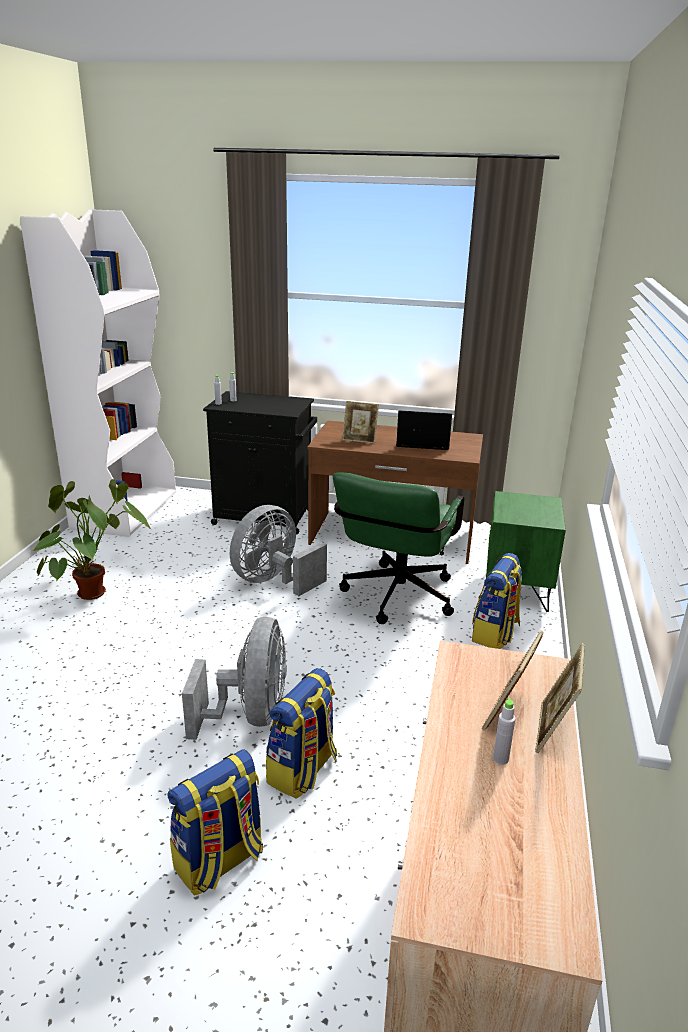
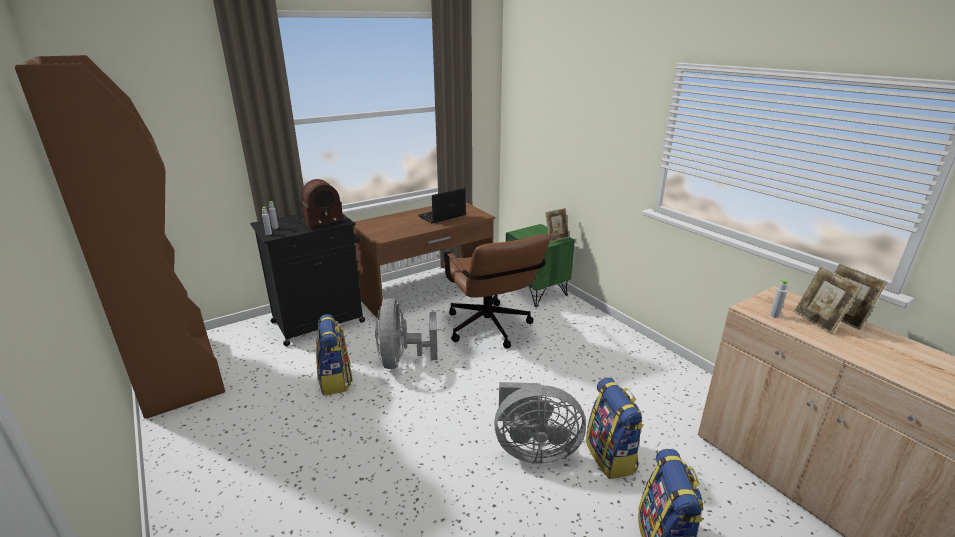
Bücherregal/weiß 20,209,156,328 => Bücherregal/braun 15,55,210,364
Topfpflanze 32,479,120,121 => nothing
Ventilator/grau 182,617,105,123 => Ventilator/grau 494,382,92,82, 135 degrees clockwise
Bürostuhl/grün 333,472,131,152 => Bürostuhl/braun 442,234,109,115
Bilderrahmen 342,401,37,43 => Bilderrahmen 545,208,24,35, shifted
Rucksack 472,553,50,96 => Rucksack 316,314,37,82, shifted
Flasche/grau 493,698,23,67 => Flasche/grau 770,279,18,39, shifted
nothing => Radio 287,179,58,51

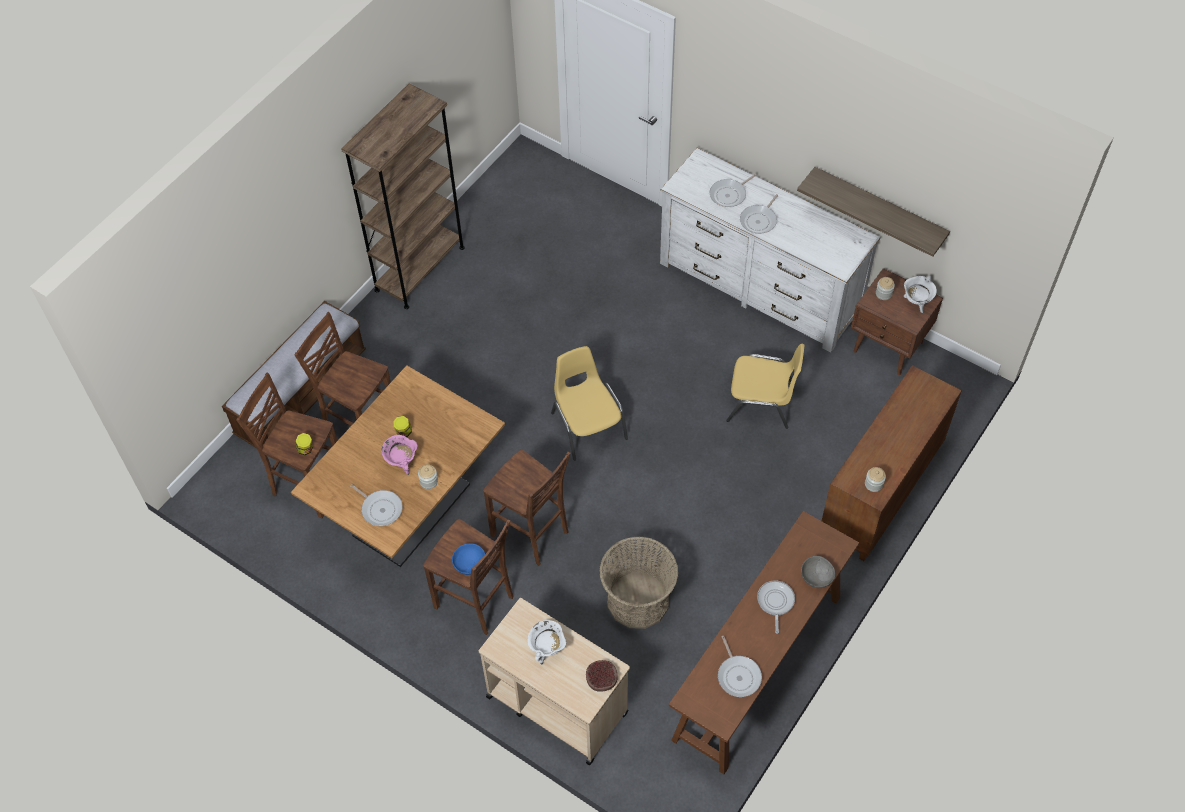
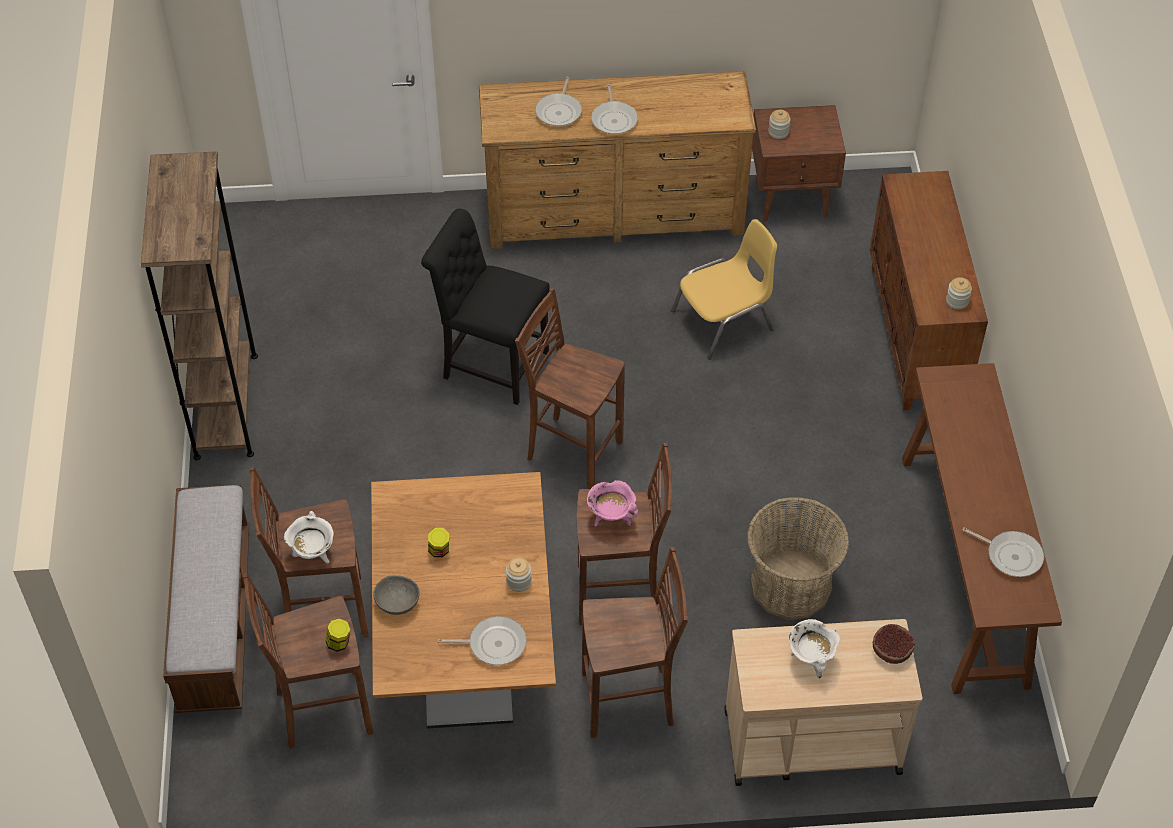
Kochtopf/rosa 381,435,37,40 => Kochtopf/rosa 587,480,51,47, shifted
Schüssel/blau 452,543,33,32 => nothing
Stuhl/gelb 551,346,77,114 => Hocker/braun 515,288,110,201
Kommode/weiß 660,148,221,205 => Kommode/braun 479,71,277,178
Pfanne 757,580,38,54 => nothing
Wandregal 797,167,153,90 => nothing
Schüssel/grau 801,556,34,32 => Schüssel/grau 373,575,47,40, shifted
Kochtopf/weiß 904,276,33,37 => Kochtopf/weiß 284,511,50,53, shifted
nothing => Stuhl/schwarz 421,209,128,196

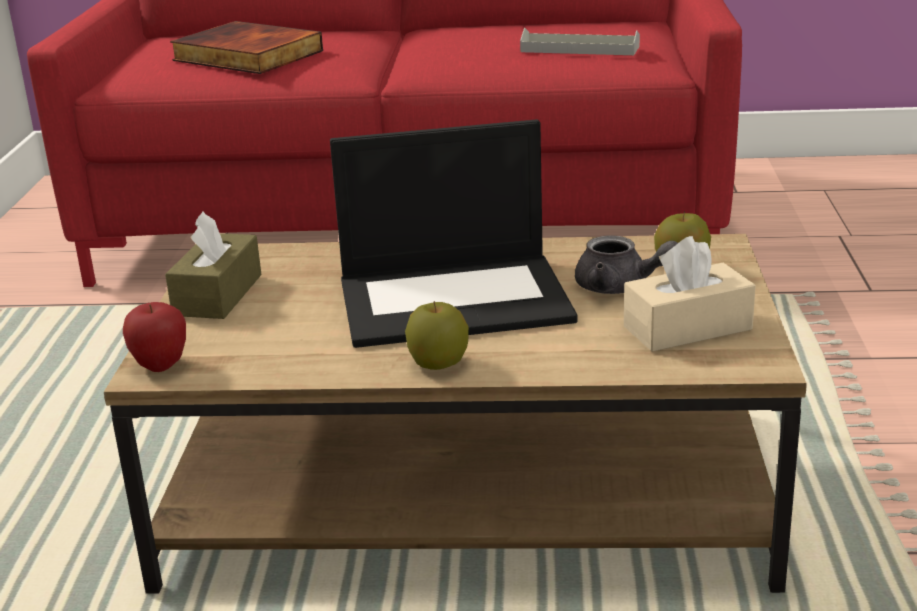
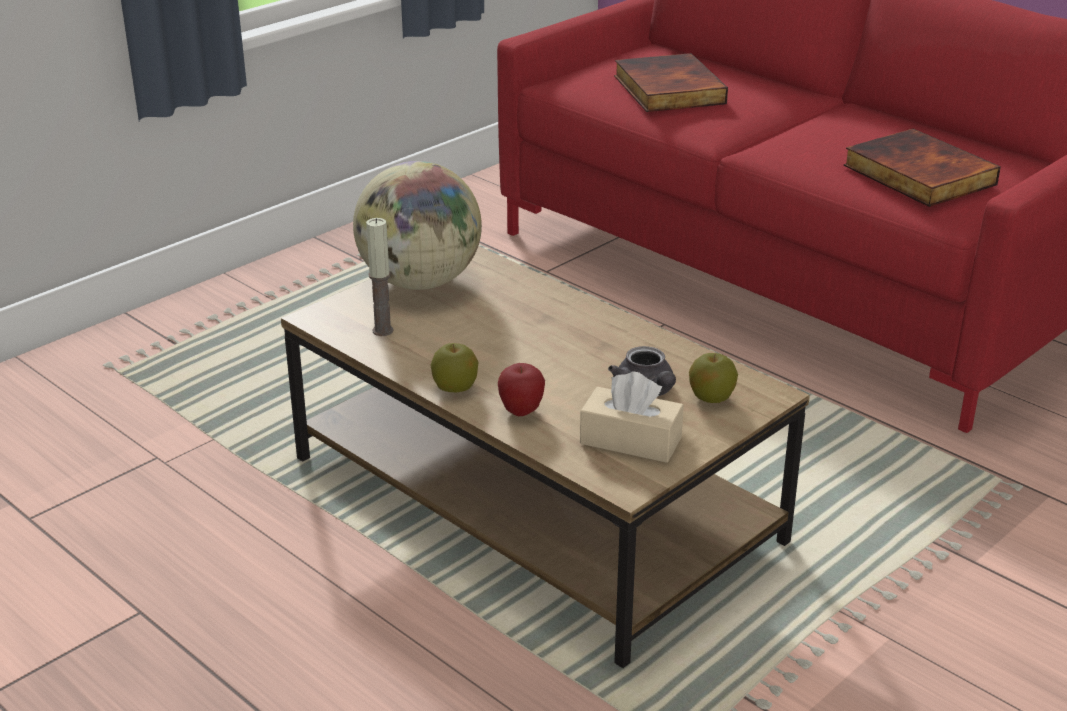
Apfel 123,302,63,70 => Apfel 498,363,47,53, shifted
Taschentuchbox/braun 165,212,97,107 => Globus 353,161,129,129
Laptop 330,119,248,229 => nothing
Tablett/grau 520,28,120,27 => Buch 844,129,157,78
nothing => Kerze 366,218,27,118

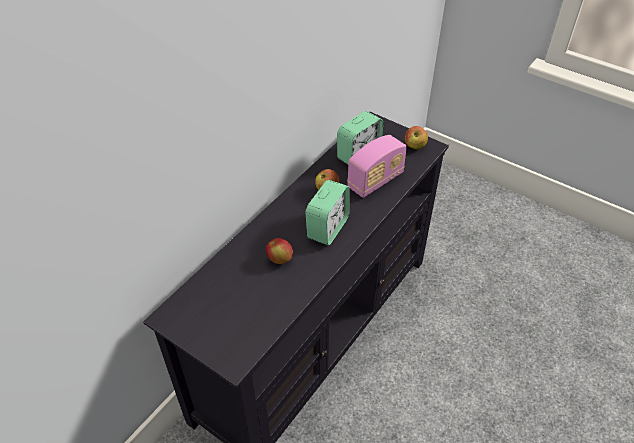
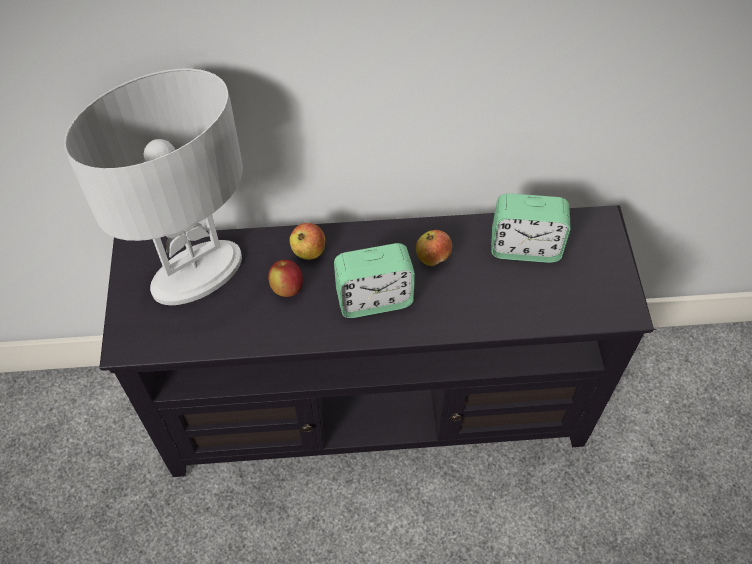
Radio 347,135,60,63 => nothing
Apfel 405,126,23,23 => Apfel 289,223,36,37, shifted
nothing => Tischlampe/weiß 64,69,179,236

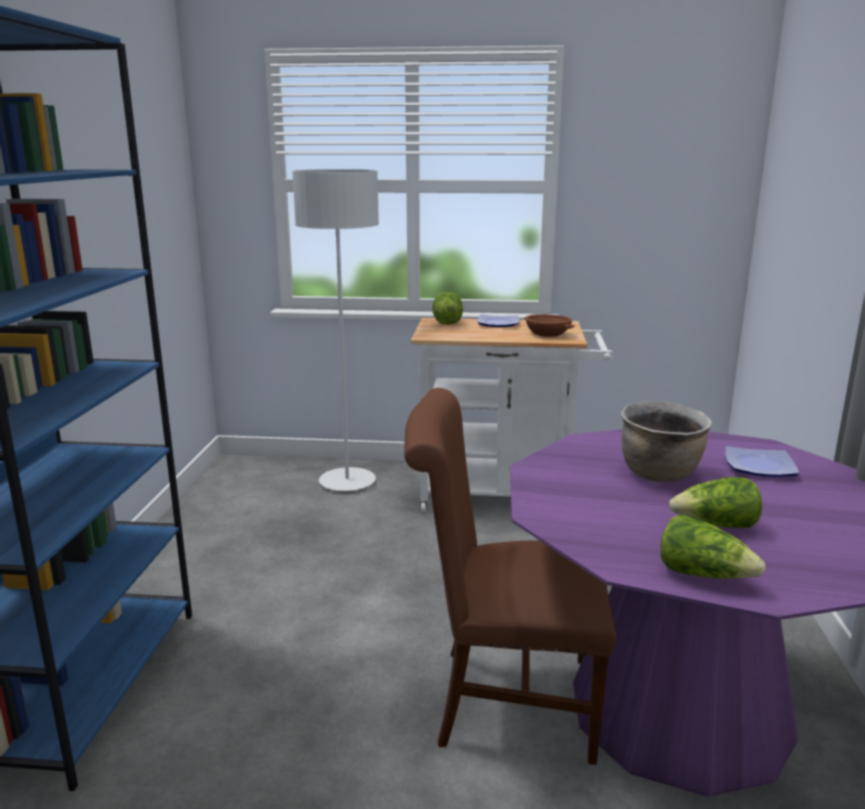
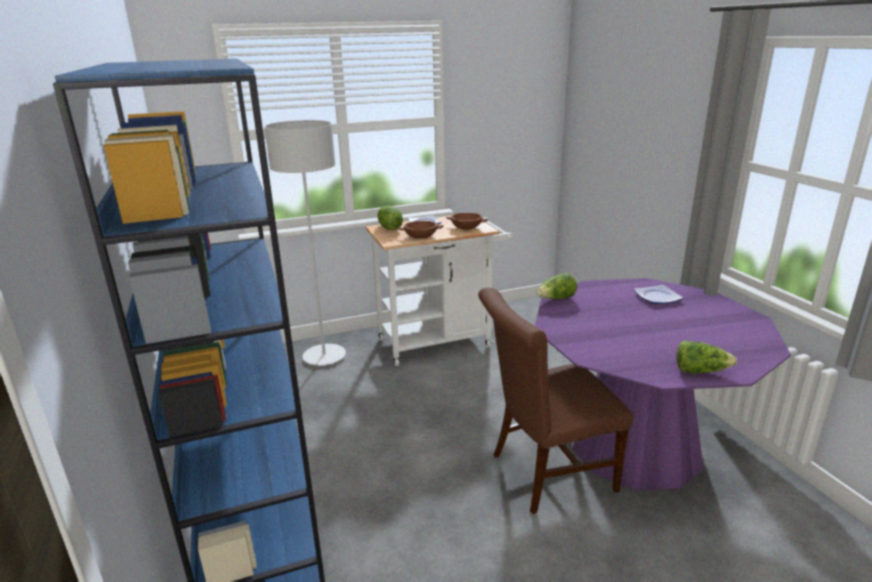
Kochtopf/braun 621,401,91,82 => nothing
Salatkopf 669,477,93,51 => Salatkopf 536,273,41,26, shifted
nothing => Schüssel/braun 398,221,46,18

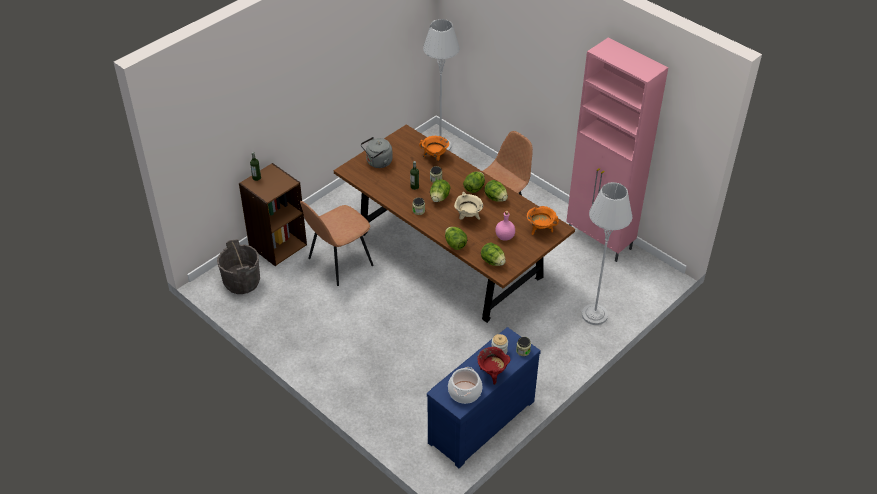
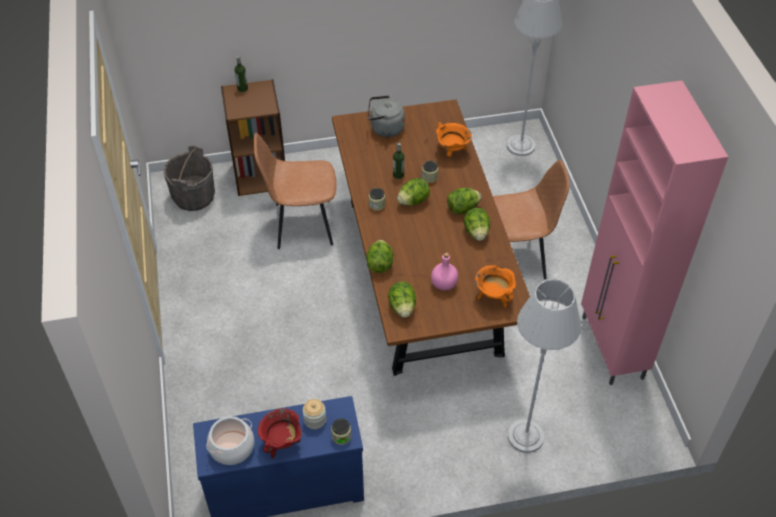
Kochtopf/beige 454,192,29,28 => nothing

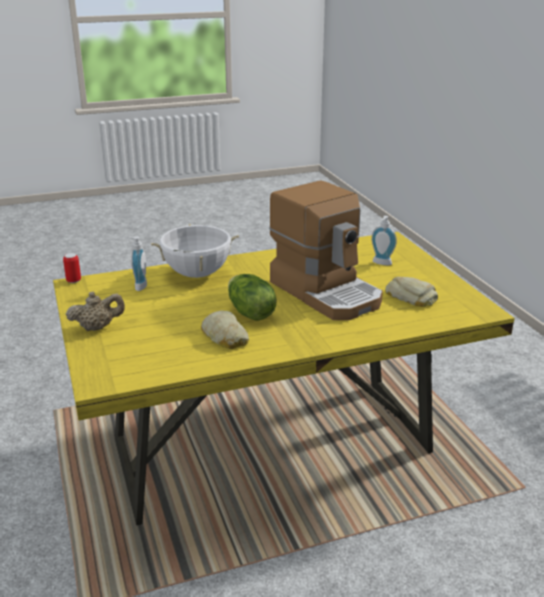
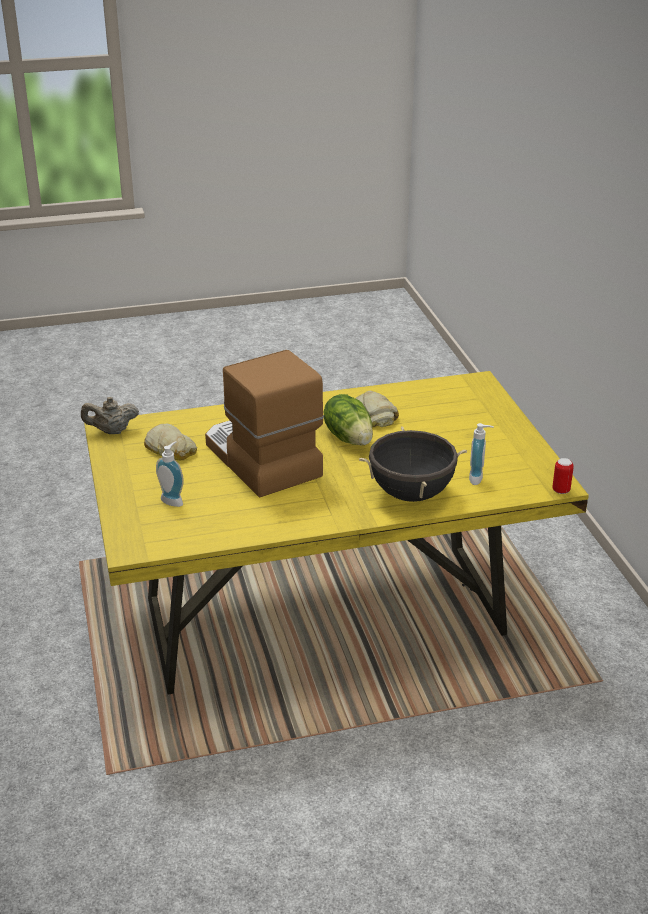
Teekanne/beige 66,291,59,40 => Teekanne/beige 81,397,58,37, shifted
Kochtopf/weiß 151,224,88,54 => Kochtopf/schwarz 359,427,108,75

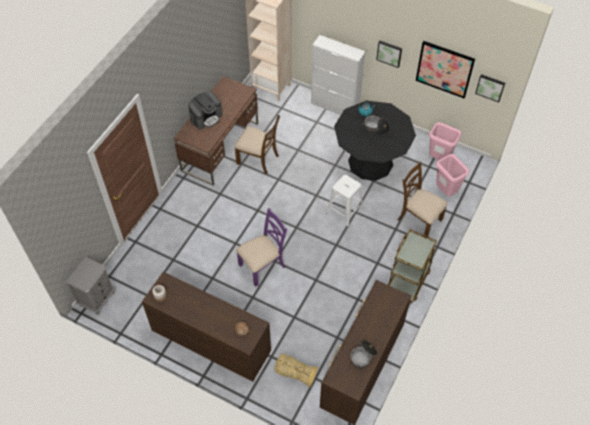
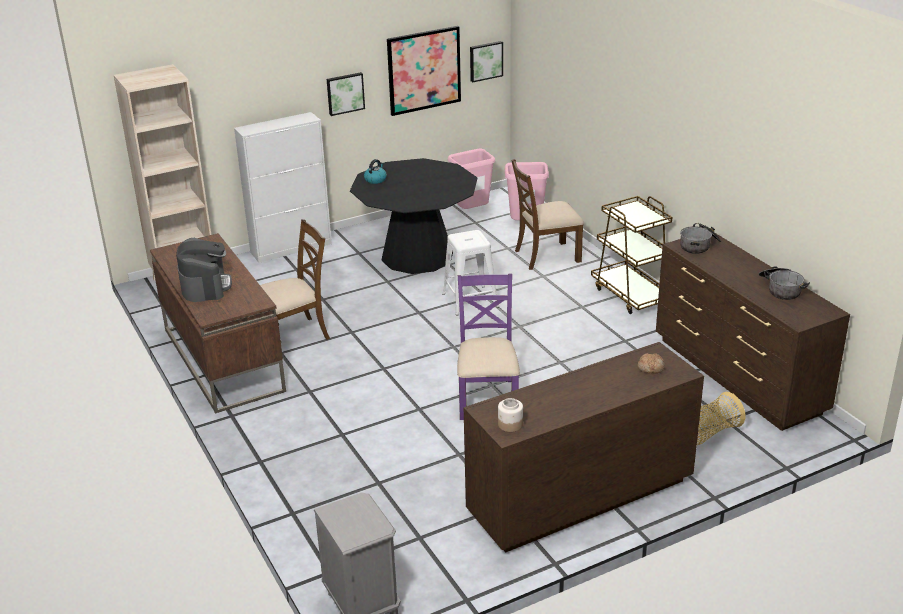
Kochtopf 362,115,28,19 => Kochtopf 680,223,41,31, shifted

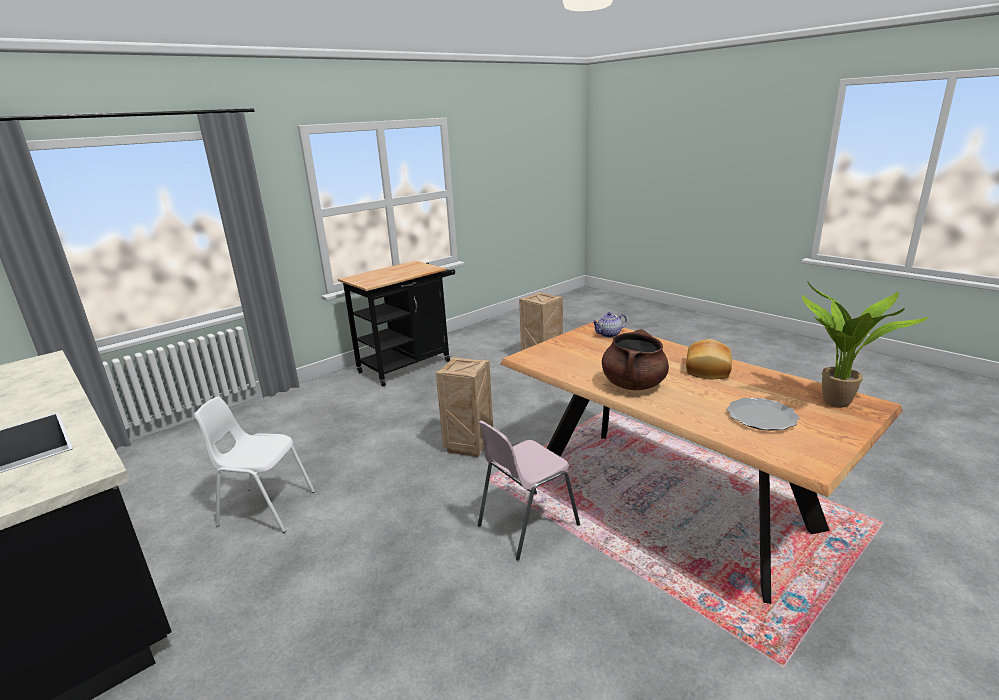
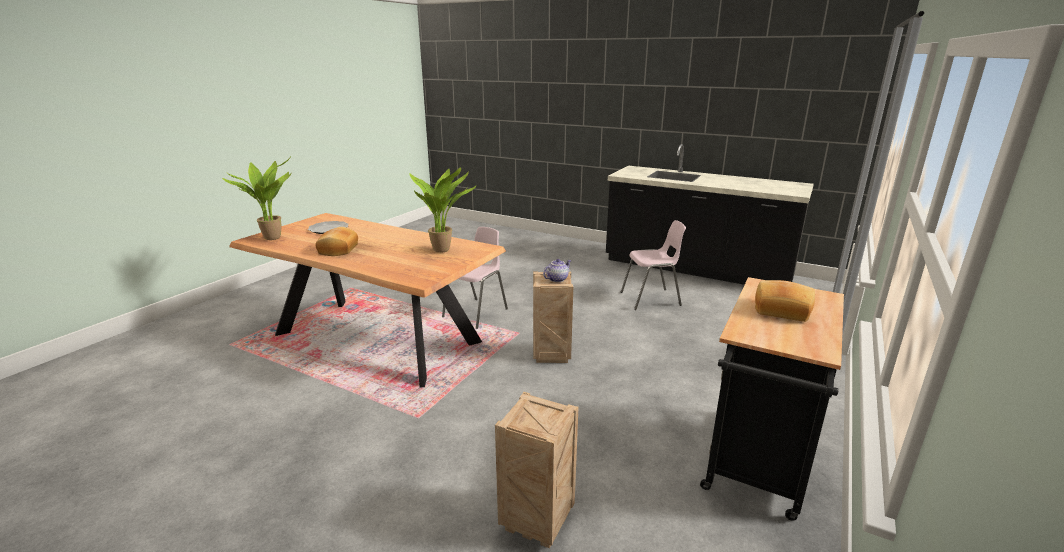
Stuhl/weiß 194,397,121,136 => Stuhl/rosa 621,220,65,90
Teekanne 592,312,35,26 => Teekanne 543,259,28,23, shifted
Kochtopf/braun 602,329,67,61 => nothing
nothing => Topfpflanze 409,167,67,86
nothing => Brot 755,280,60,42

